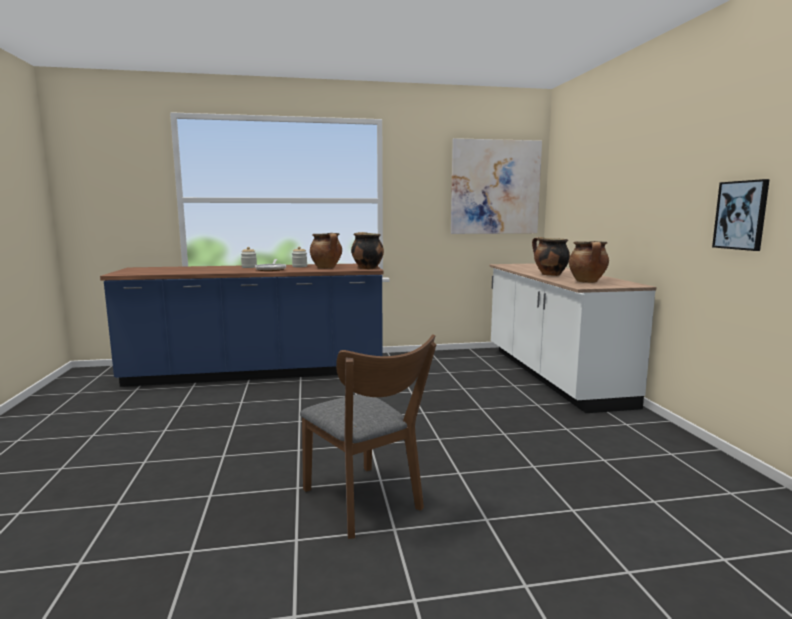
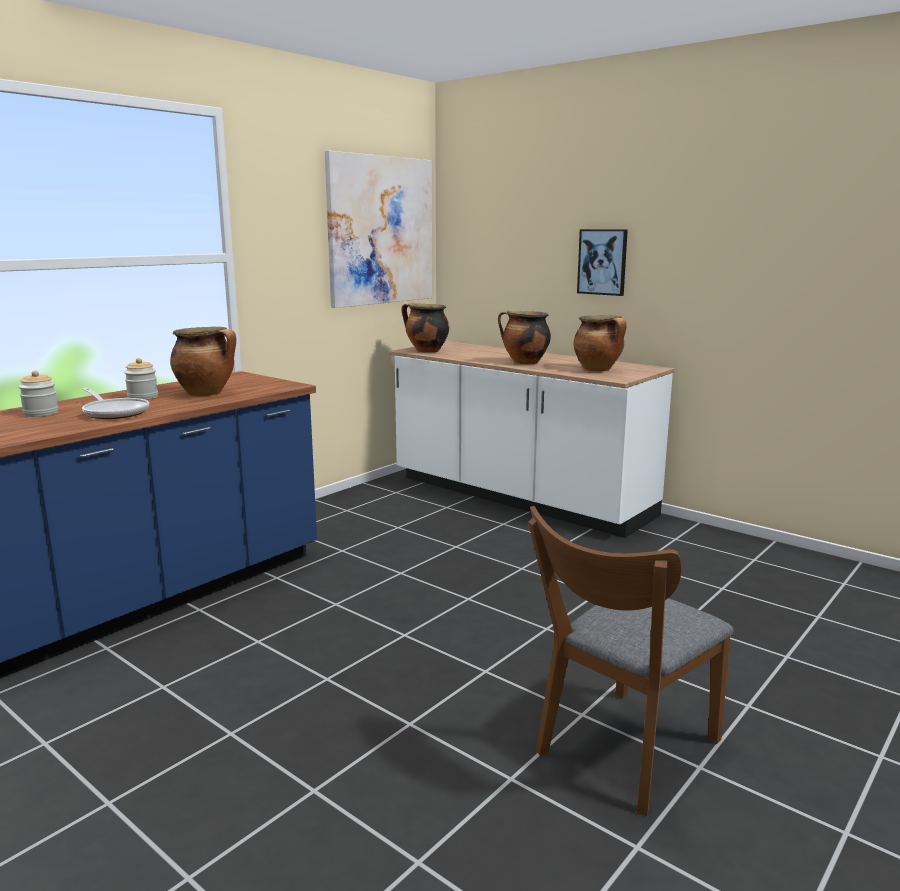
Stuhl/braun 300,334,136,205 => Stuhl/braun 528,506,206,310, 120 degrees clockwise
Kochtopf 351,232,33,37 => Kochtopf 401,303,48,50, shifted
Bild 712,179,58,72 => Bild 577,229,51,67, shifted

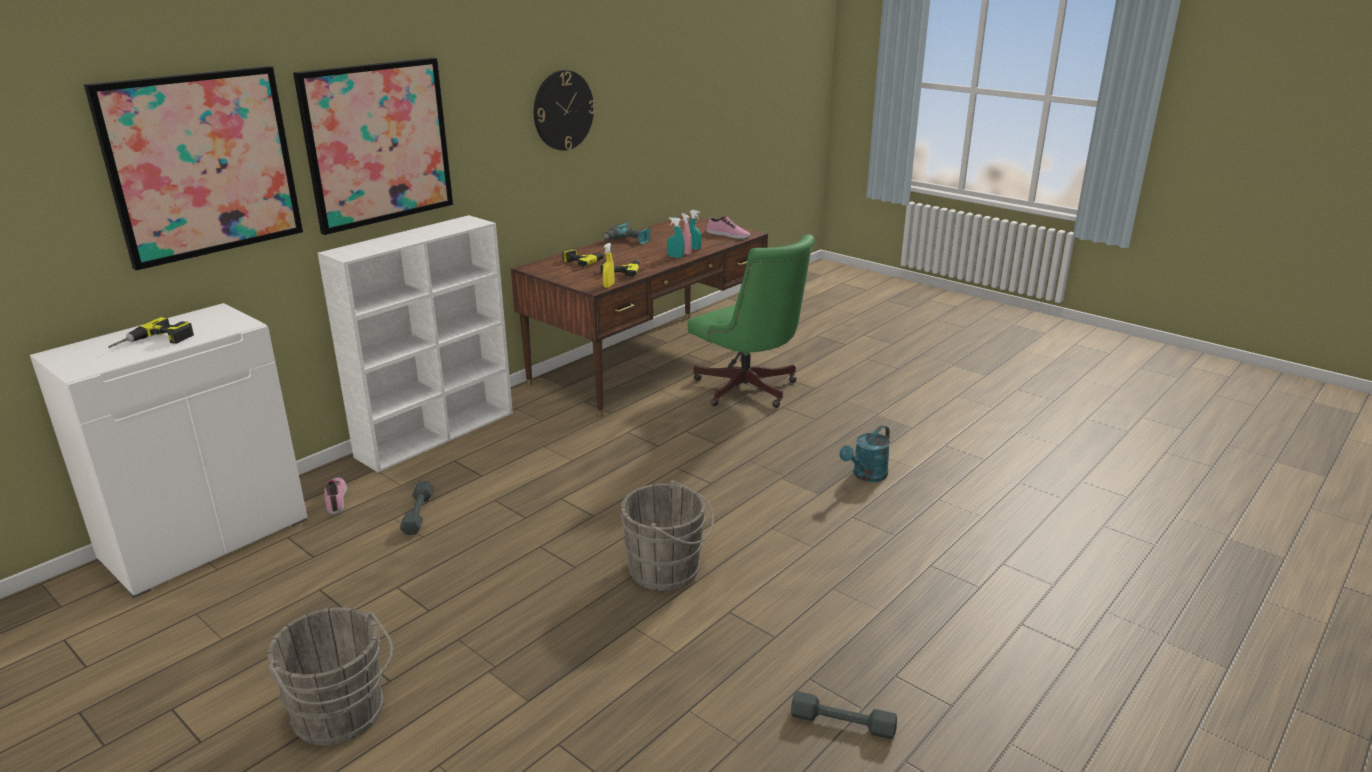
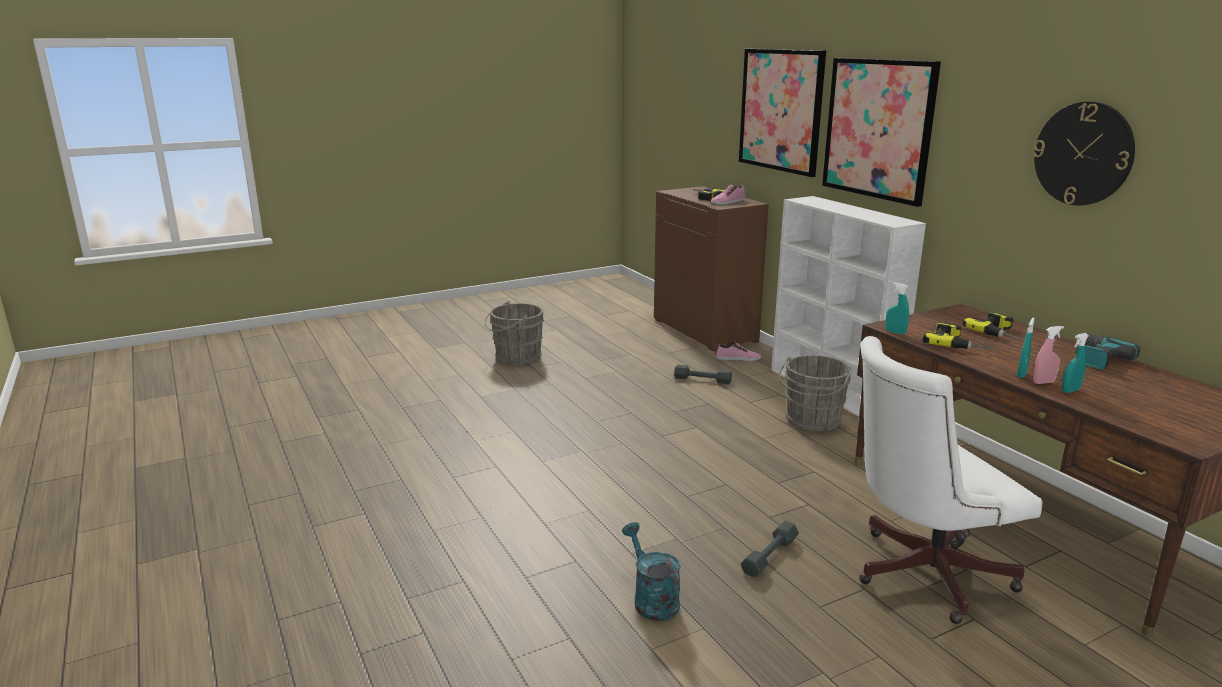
Schrank/weiß 30,303,278,295 => Schrank/braun 654,186,115,166
Sprühflasche/gelb 603,243,12,45 => Sprühflasche/türkis 886,282,23,53
Eimer/grau 621,480,93,111 => Eimer/grau 779,355,72,76, shifted
Bürostuhl/grün 688,234,127,174 => Bürostuhl/weiß 859,336,184,288
Schuh 706,216,45,23 => Schuh 711,185,34,20, shifted
Hantel/grau 791,691,106,48 => Hantel/grau 741,521,58,56, shifted

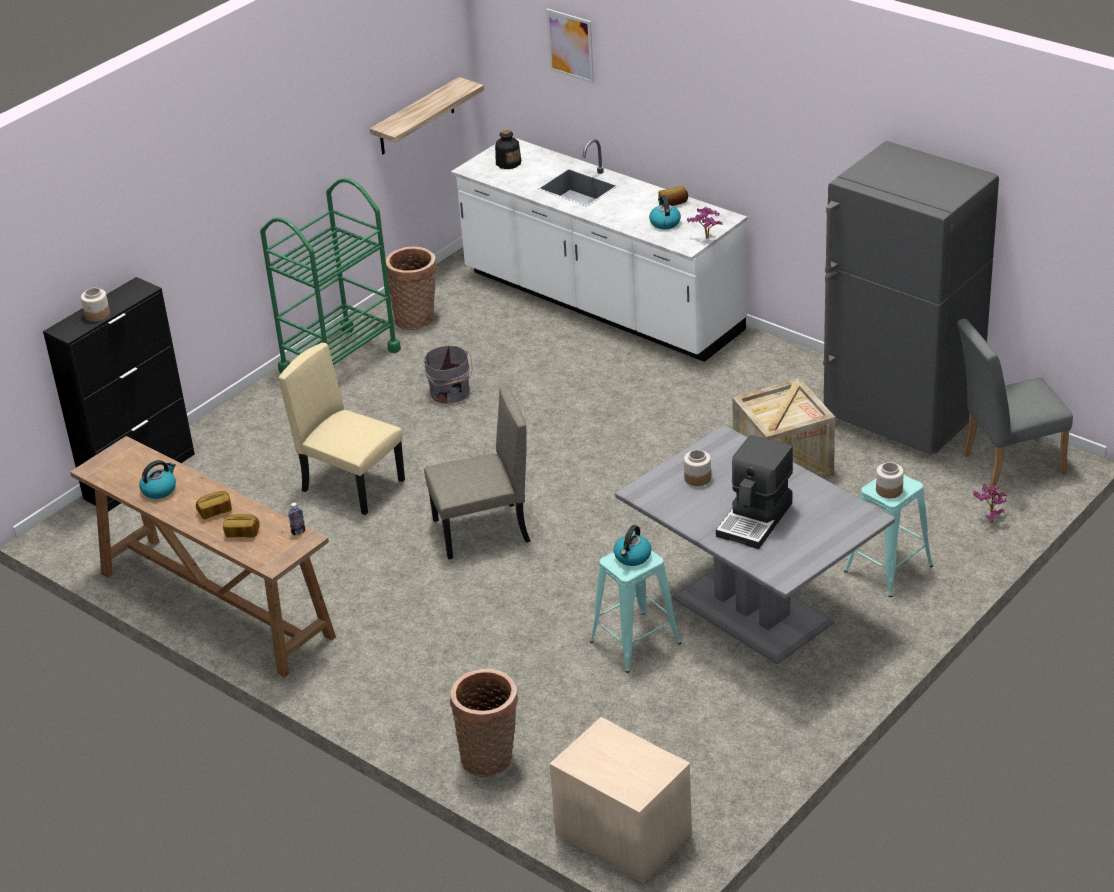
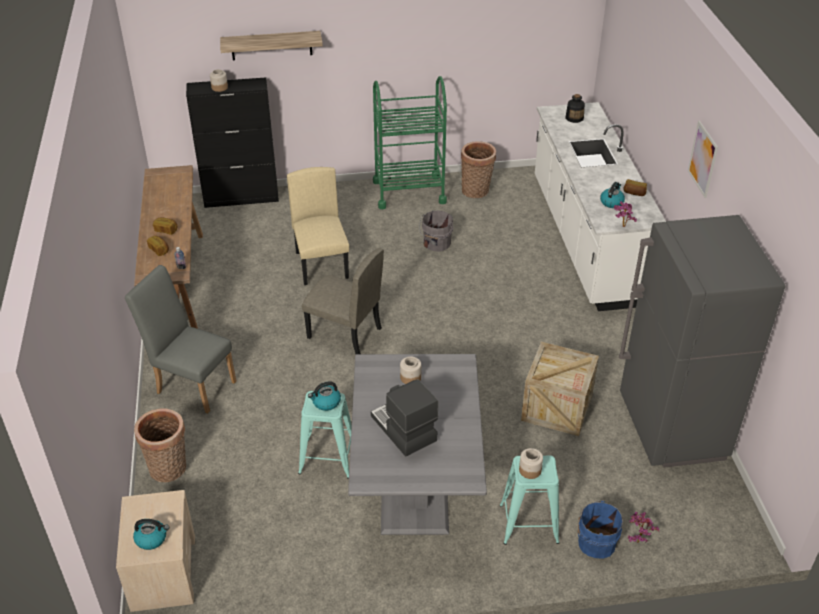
Wasserkessel 139,460,37,39 => Wasserkessel 133,519,36,31, shifted
Wandregal 370,77,114,77 => Wandregal 220,31,103,29, shifted
Bild 546,9,48,74 => Bild 688,121,30,77, shifted
Kaffeemaschine 716,435,77,114 => Kaffeemaschine 371,379,67,77, 75 degrees clockwise
Stuhl/grau 957,319,116,169 => Stuhl/grau 125,265,111,148, shifted
nothing => Eimer/blau 578,500,45,58

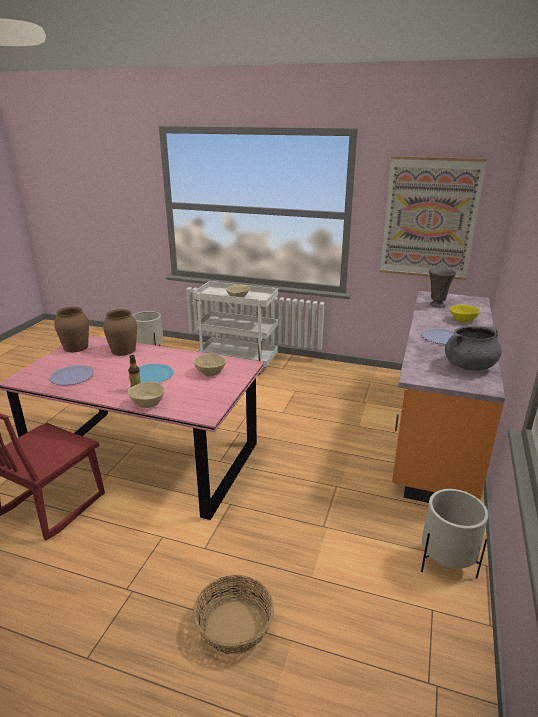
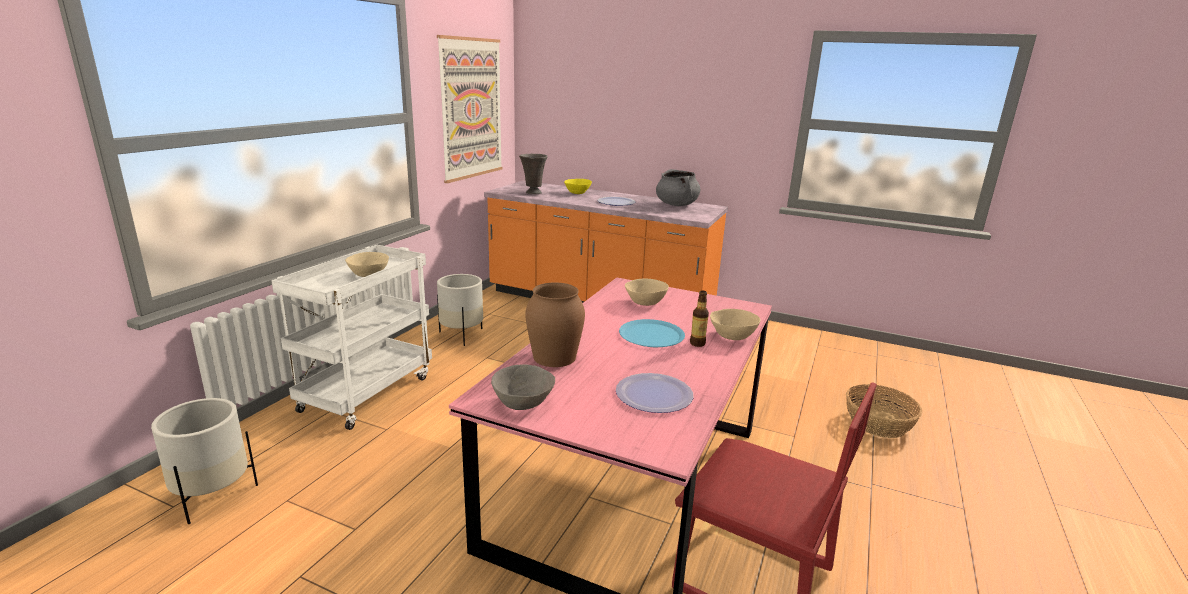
Vase/braun 54,307,35,45 => Schüssel/grau 491,364,64,46
Pflanzkübel/weiß 421,489,67,89 => Pflanzkübel/weiß 437,274,46,72, shifted

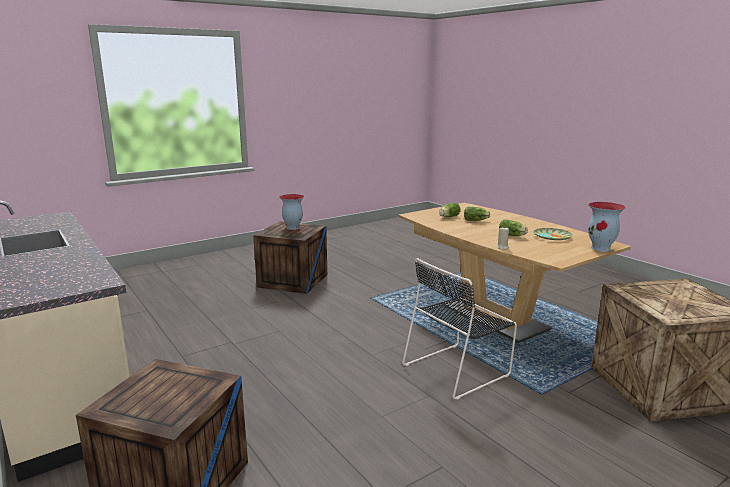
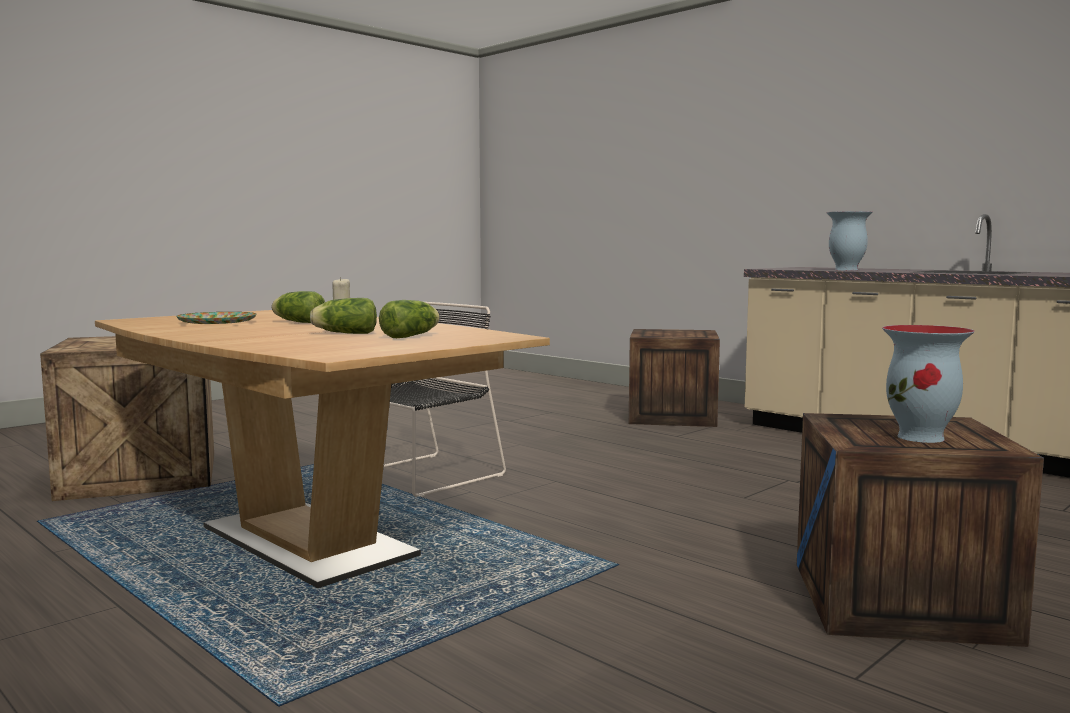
Vase 588,202,38,50 => Vase 826,211,47,59, shifted

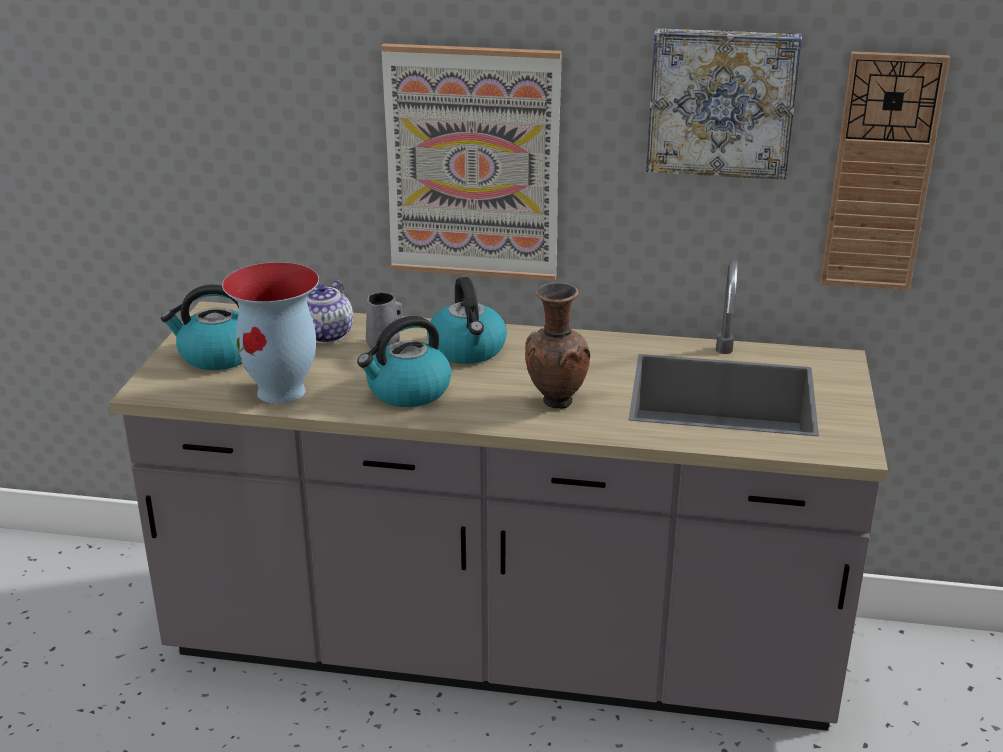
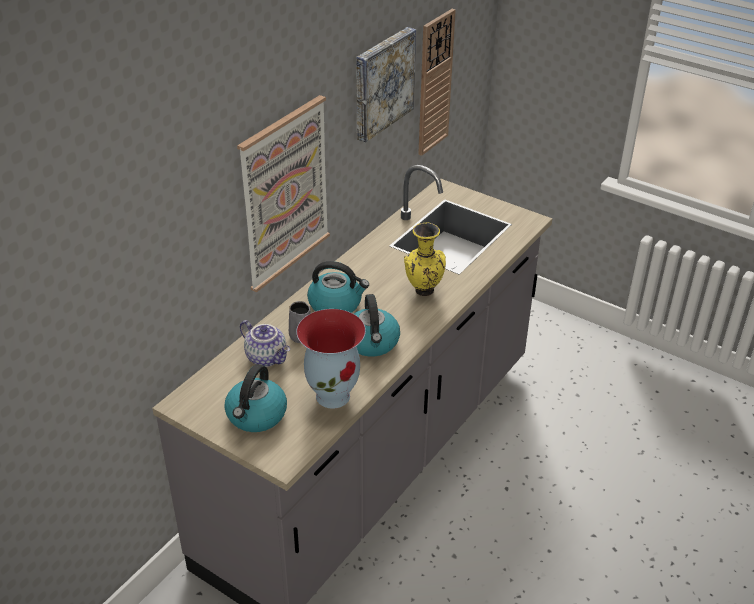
Vase/braun 525,283,65,126 => Vase/gelb 404,223,42,73

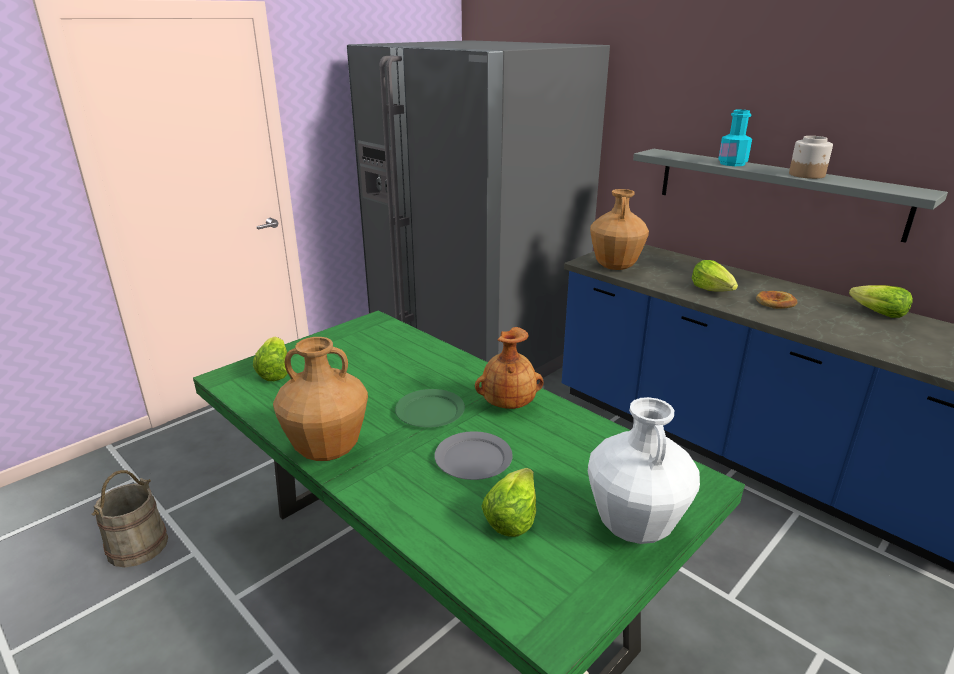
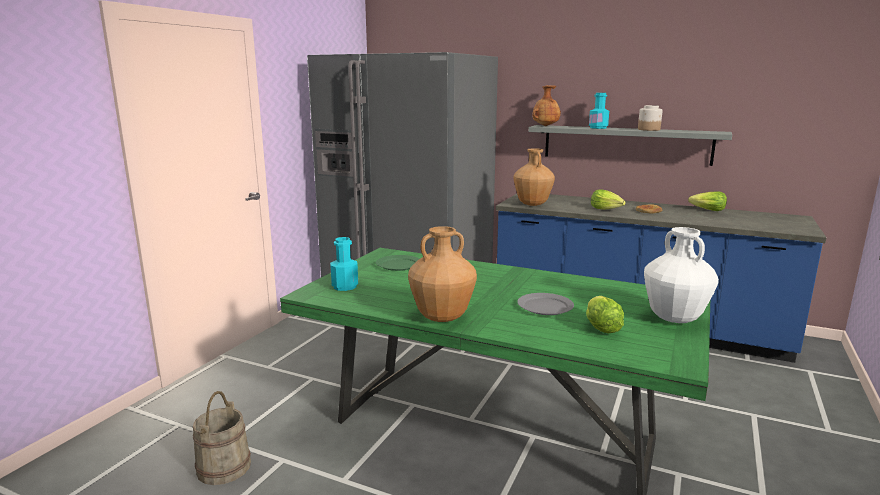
Salatkopf 253,337,35,44 => Flasche/türkis 330,237,28,54
Teller/grün 395,389,70,39 => Teller/grün 376,255,43,16, shifted
Vase/braun 475,327,69,82 => Vase/braun 532,85,29,41, shifted

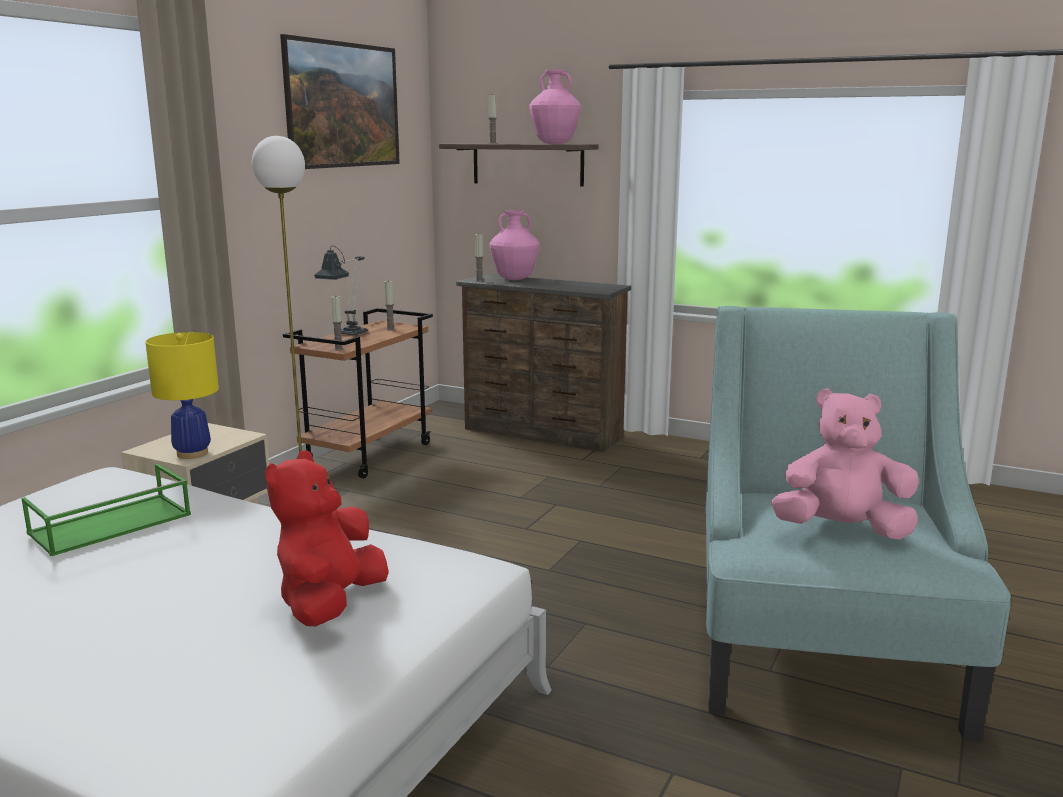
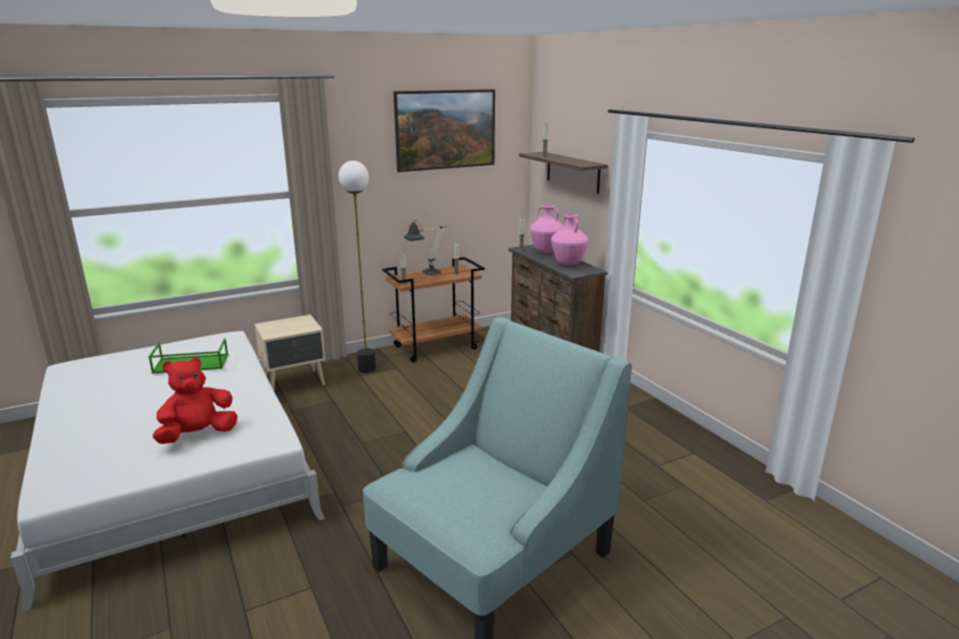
Tischlampe/gelb 145,332,74,127 => nothing
Vase/rosa 529,69,52,75 => Vase/rosa 551,214,37,52, shifted
Plüschtier/rosa 771,389,148,151 => nothing

